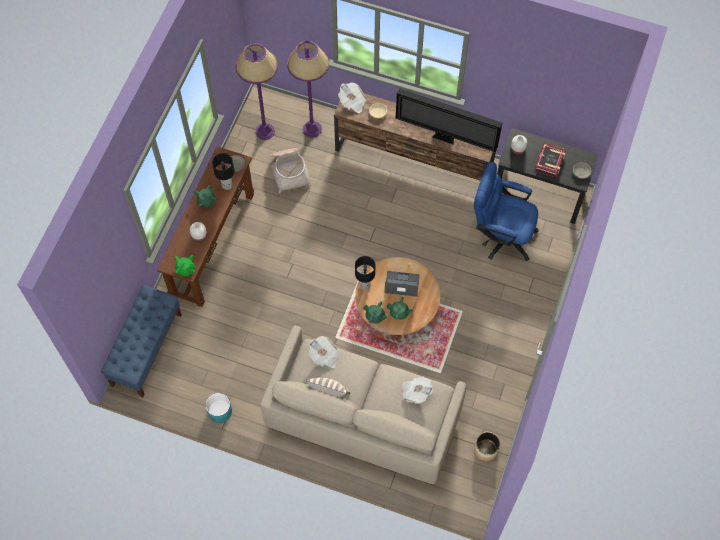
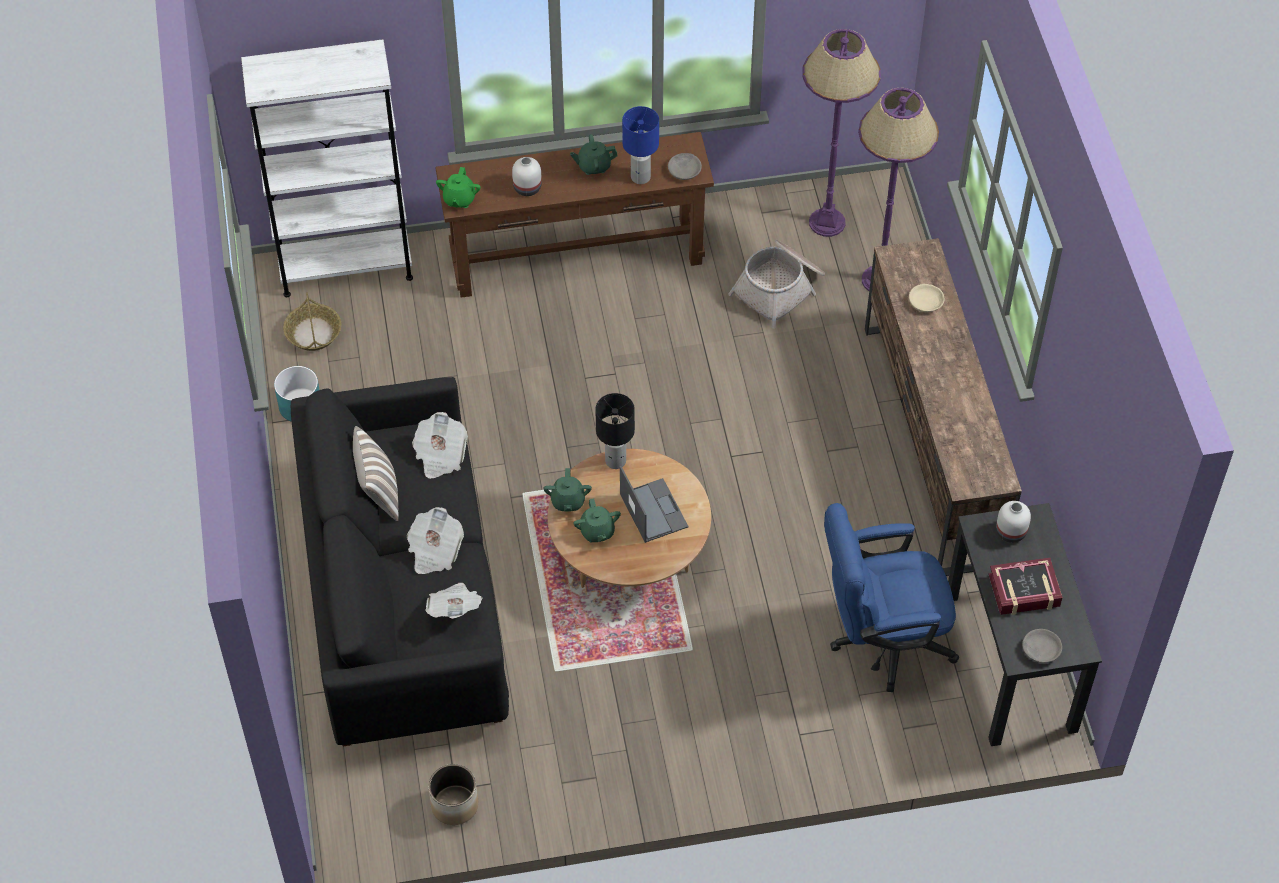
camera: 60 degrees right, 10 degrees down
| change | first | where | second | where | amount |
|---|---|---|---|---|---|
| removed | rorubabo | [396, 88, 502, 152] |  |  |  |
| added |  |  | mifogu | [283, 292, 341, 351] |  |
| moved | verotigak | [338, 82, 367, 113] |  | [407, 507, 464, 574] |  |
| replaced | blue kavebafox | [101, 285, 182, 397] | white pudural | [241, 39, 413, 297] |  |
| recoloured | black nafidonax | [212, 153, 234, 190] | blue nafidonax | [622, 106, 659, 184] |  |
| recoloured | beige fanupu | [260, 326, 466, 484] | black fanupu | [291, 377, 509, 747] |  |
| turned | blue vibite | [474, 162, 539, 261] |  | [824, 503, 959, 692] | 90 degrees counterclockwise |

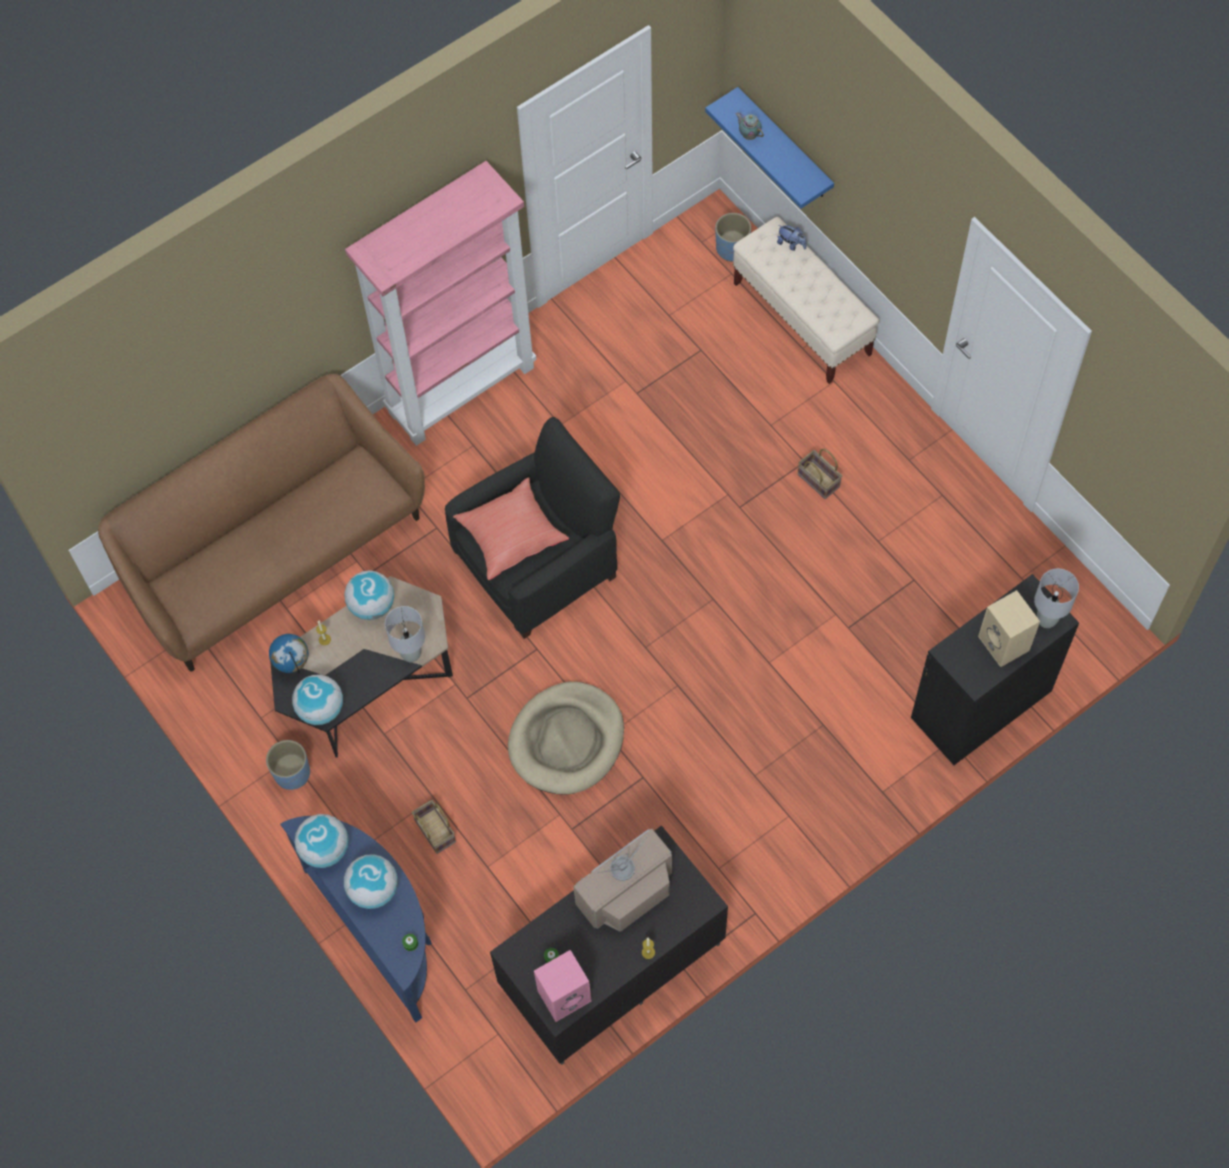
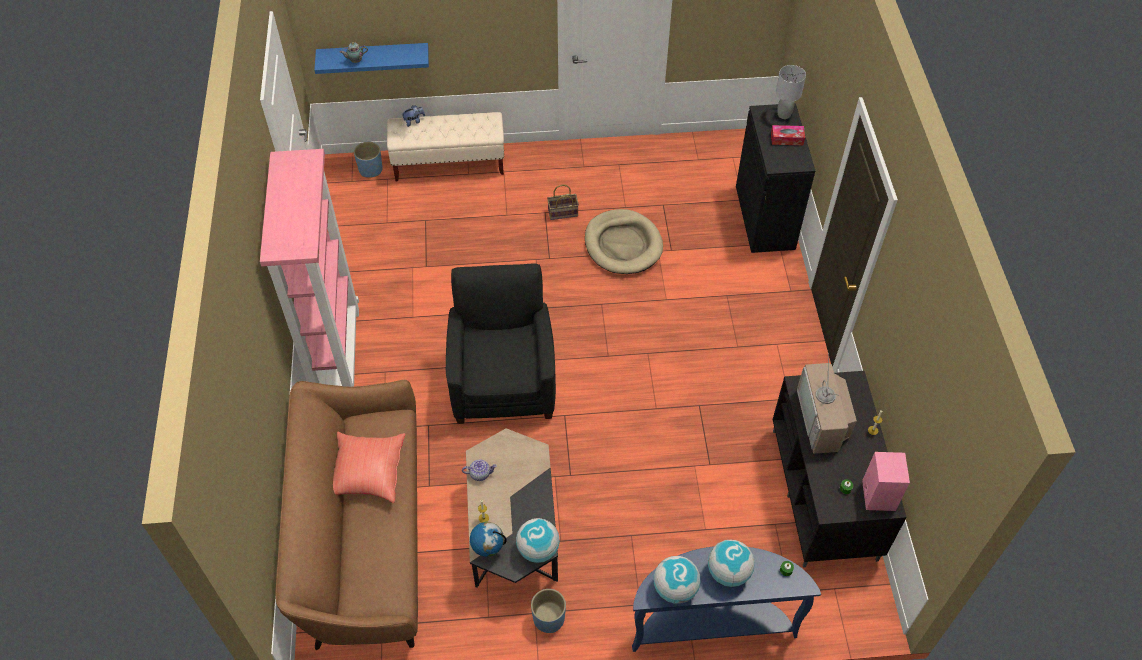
camera: 60 degrees left, 10 degrees down
| change | first | where | second | where | amount |
|---|---|---|---|---|---|
| removed | grey nafidonax | [385, 606, 425, 662] |  |  |  |
| removed | mifogu | [412, 800, 456, 854] |  |  |  |
| moved | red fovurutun | [453, 477, 569, 580] |  | [333, 432, 405, 503] |  |
| moved | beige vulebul | [508, 682, 624, 795] |  | [585, 209, 663, 274] |  |
| replaced | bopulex | [344, 570, 394, 620] | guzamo | [462, 460, 497, 481] |  |
| replaced | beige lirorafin | [978, 590, 1040, 667] | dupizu | [771, 125, 805, 145] |  |

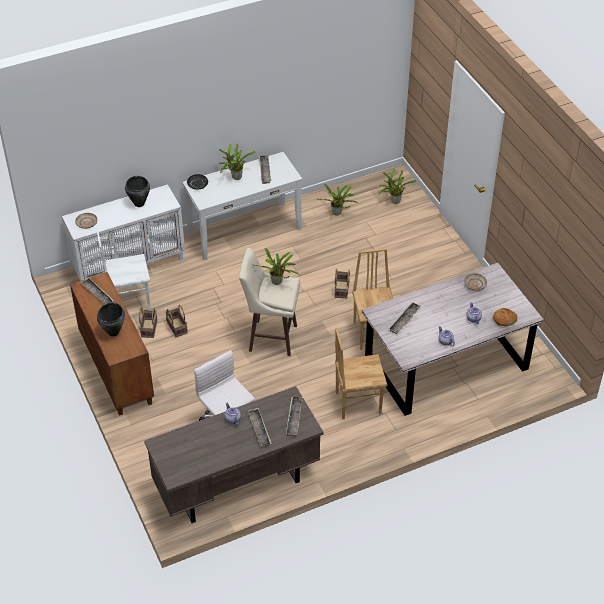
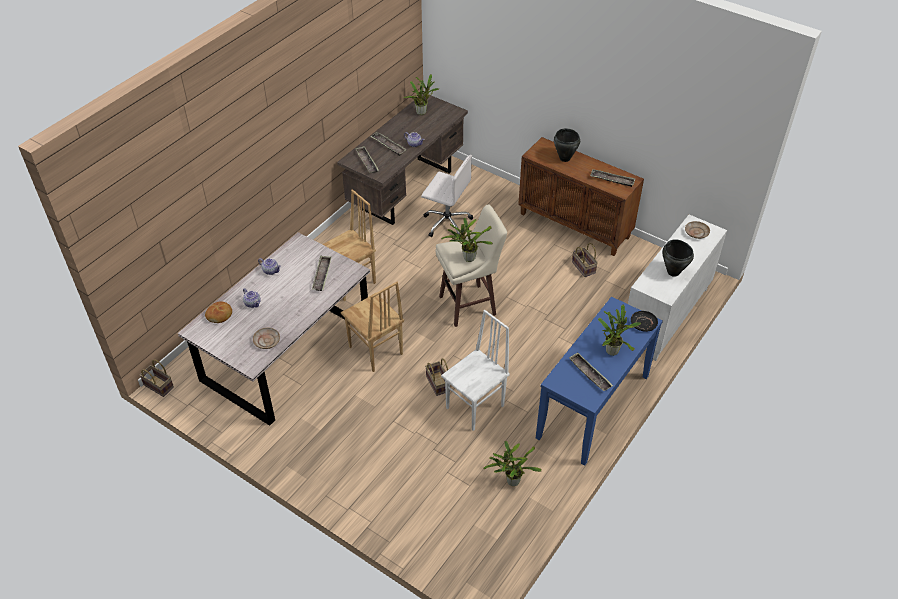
camera: 150 degrees right, 0 degrees up
| change | first | where | second | where | amount |
|---|---|---|---|---|---|
| moved | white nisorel | [96, 228, 151, 310] |  | [441, 310, 510, 431] |  |
| moved | mifogu | [165, 305, 188, 337] |  | [139, 360, 174, 397] |  |
| moved | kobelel | [379, 169, 417, 204] |  | [403, 74, 439, 115] |  |
| recoloured | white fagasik | [182, 152, 302, 261] | blue fagasik | [536, 297, 663, 466] |  |

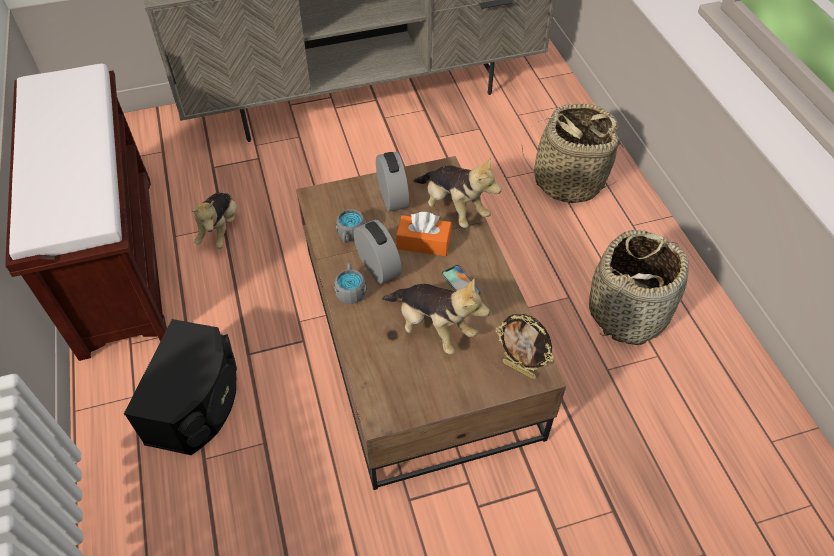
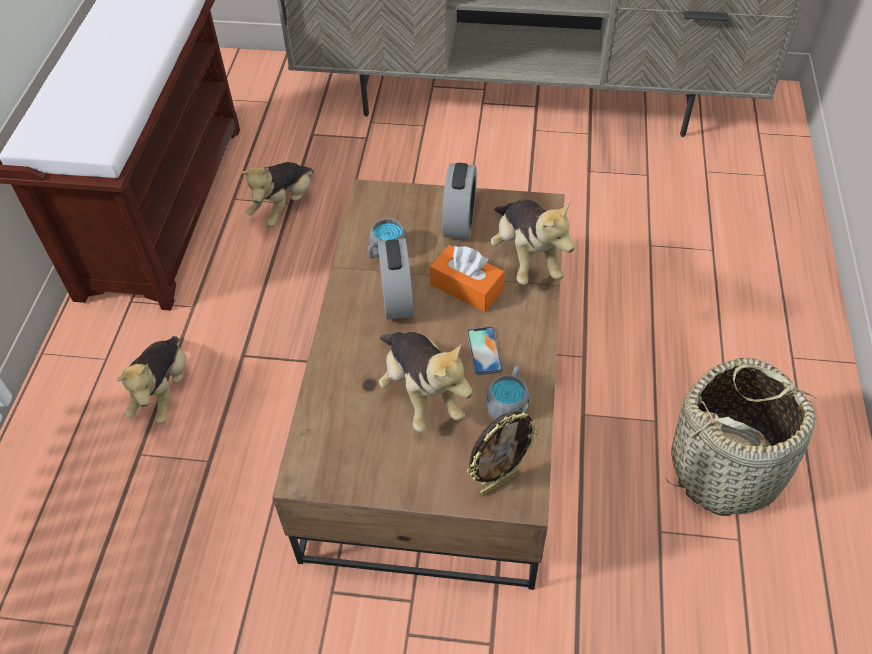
camera: 25 degrees right, 0 degrees up
| change | first | where | second | where | amount |
|---|---|---|---|---|---|
| removed | mifogu | [522, 103, 623, 203] |  |  |  |
| moved | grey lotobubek | [334, 262, 366, 304] |  | [486, 366, 529, 419] |  |
| replaced | black lirorafin | [124, 319, 237, 455] | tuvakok | [116, 336, 186, 424] |  |
| turned | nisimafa | [496, 314, 554, 379] |  | [467, 411, 540, 496] | 90 degrees counterclockwise |

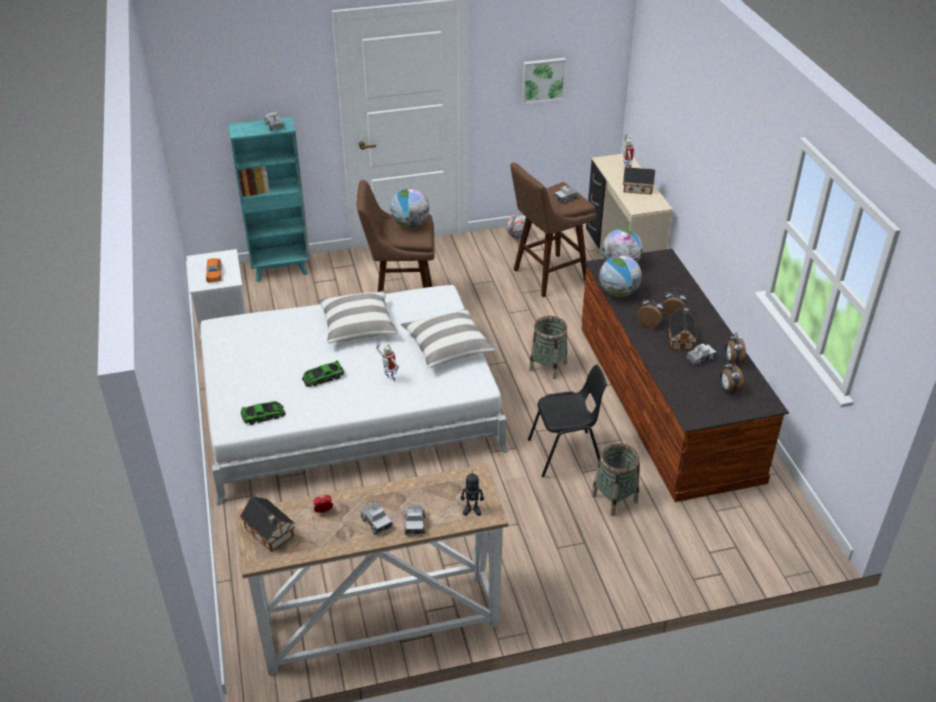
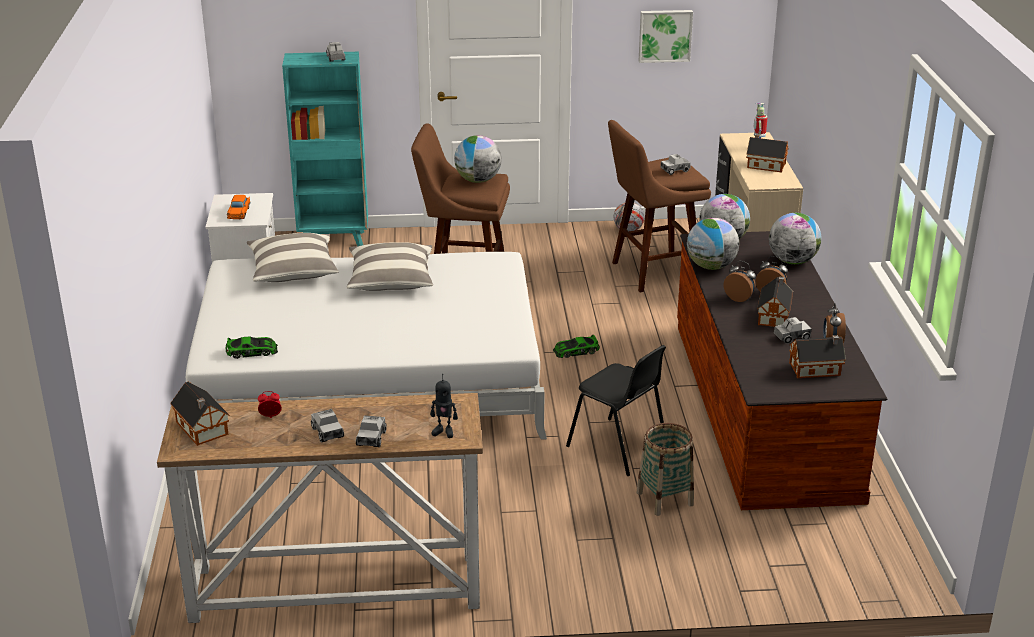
camera: 10 degrees right, 10 degrees down
| change | first | where | second | where | amount |
|---|---|---|---|---|---|
| removed | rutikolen | [376, 342, 399, 382] |  |  |  |
| removed | mifogu | [529, 316, 567, 379] |  |  |  |
| added |  |  | bopulex | [769, 213, 821, 264] |  |
| moved | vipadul | [302, 360, 344, 387] |  | [553, 335, 600, 358] |  |
| moved | fovurutun | [401, 308, 496, 368] |  | [247, 233, 339, 282] |  |
| replaced | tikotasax | [720, 361, 744, 395] | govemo | [789, 335, 846, 378] |  |
| turned | black nisorel | [528, 365, 607, 478] |  | [566, 345, 666, 476] | 45 degrees clockwise |

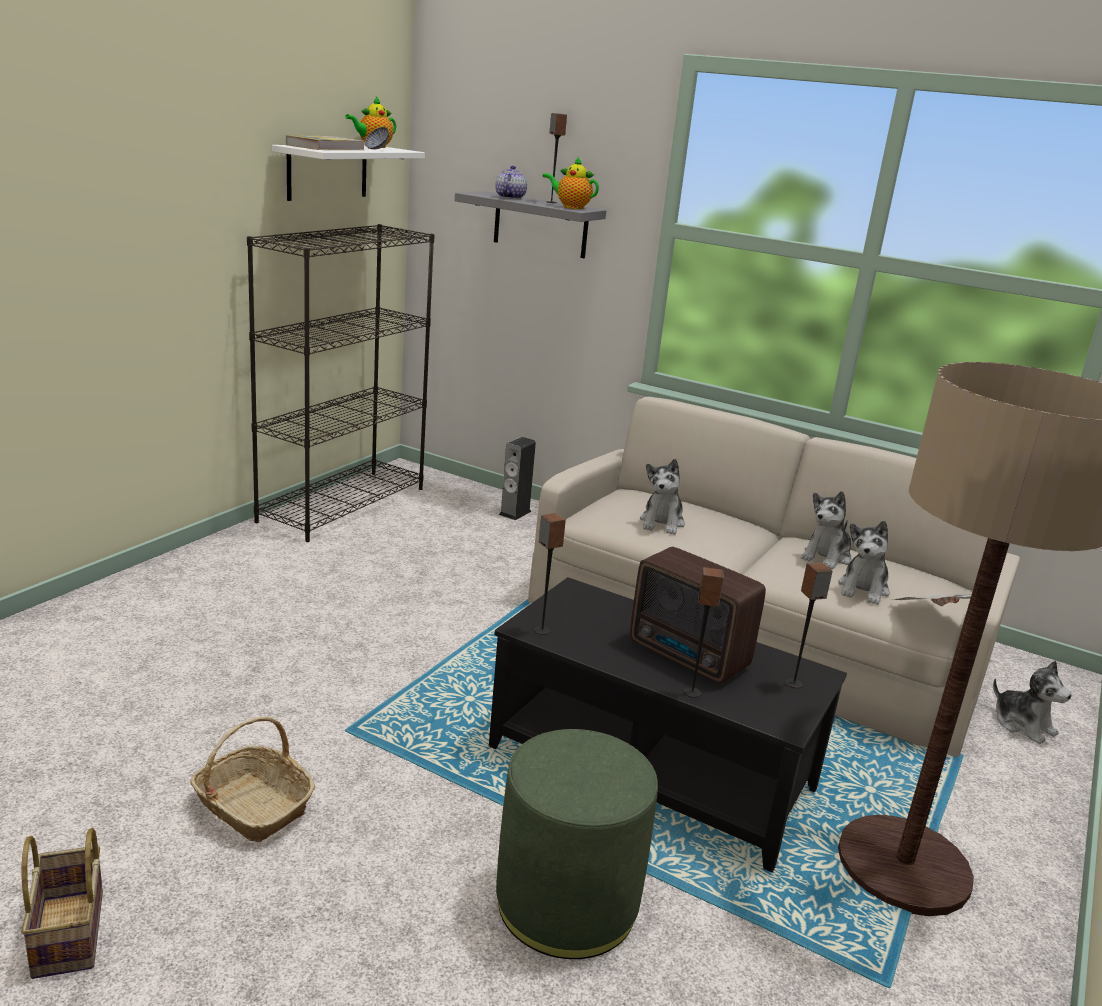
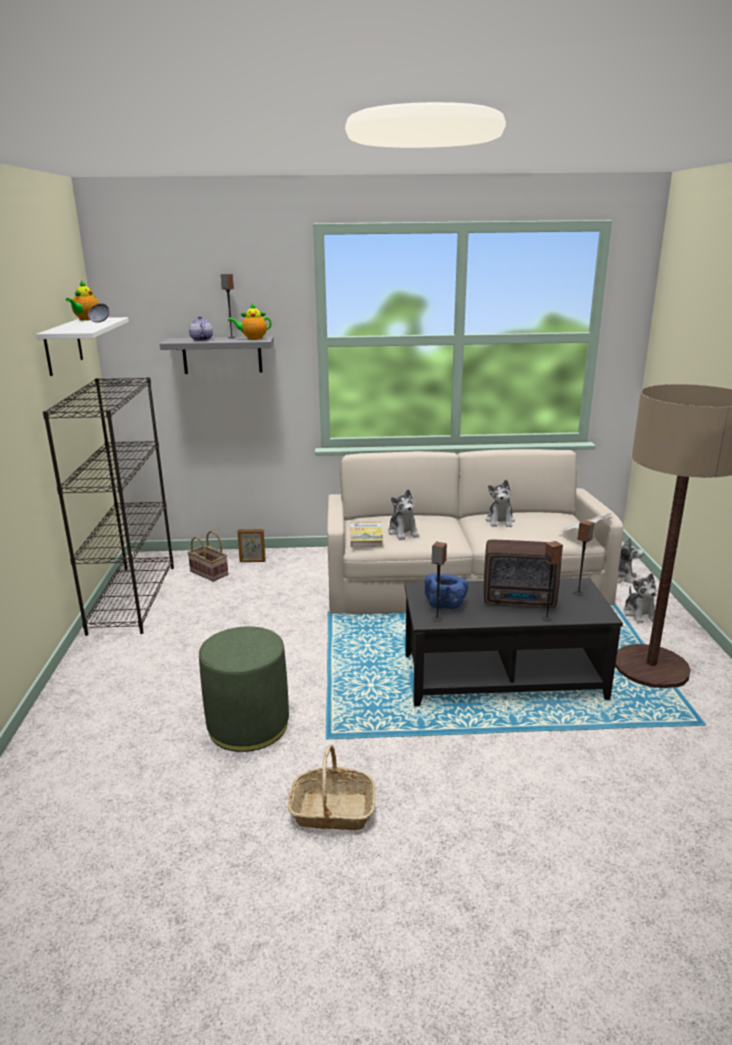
camera: 30 degrees left, 0 degrees up
| change | first | where | second | where | amount |
|---|---|---|---|---|---|
| added |  |  | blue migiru | [424, 573, 468, 609] |  |
| moved | mifogu | [21, 828, 103, 979] |  | [187, 531, 228, 581] |  |
| moved | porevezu | [286, 135, 364, 150] |  | [350, 522, 383, 547] |  |
| moved | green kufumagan | [496, 729, 658, 959] |  | [199, 626, 289, 752] |  |
| moved | tuvakok | [838, 521, 890, 605] |  | [623, 573, 657, 623] |  |
| replaced | lirorafin | [499, 437, 536, 520] | nisimafa | [237, 529, 266, 562] |  |

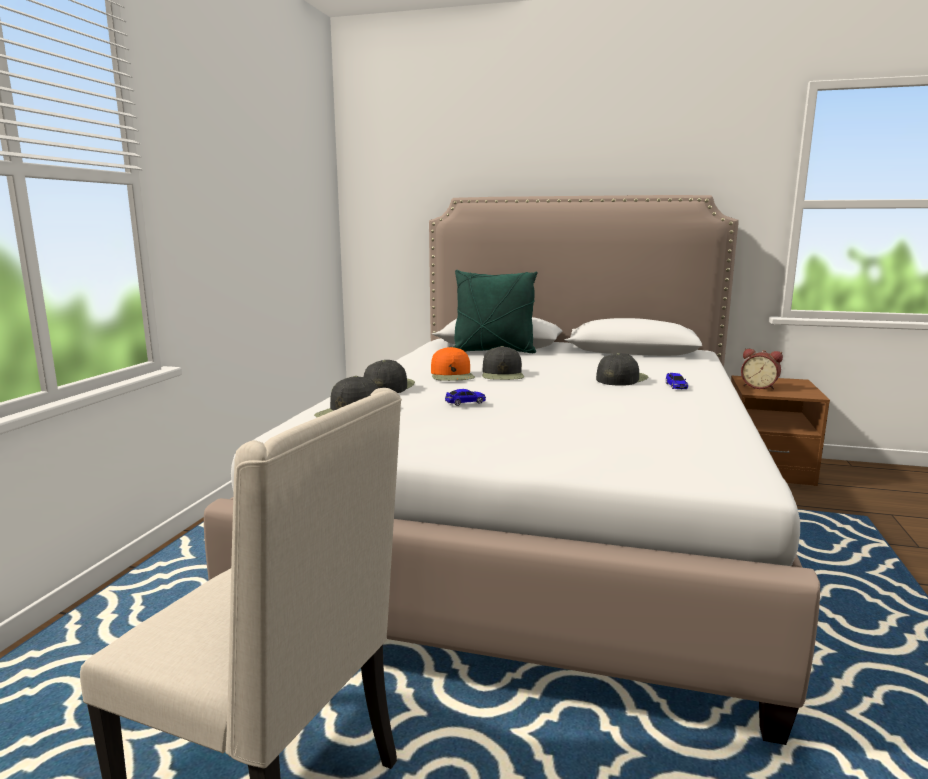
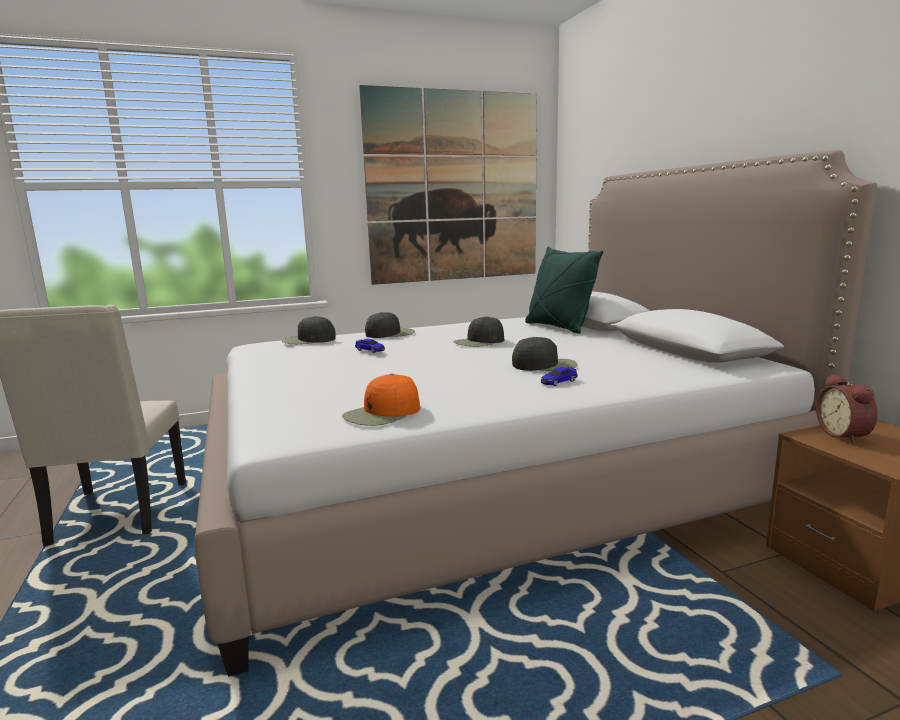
camera: 55 degrees right, 0 degrees up
| change | first | where | second | where | amount |
|---|---|---|---|---|---|
| added |  |  | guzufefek | [359, 85, 537, 285] |  |
| moved | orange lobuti | [431, 347, 475, 381] |  | [342, 374, 420, 426] |  |

